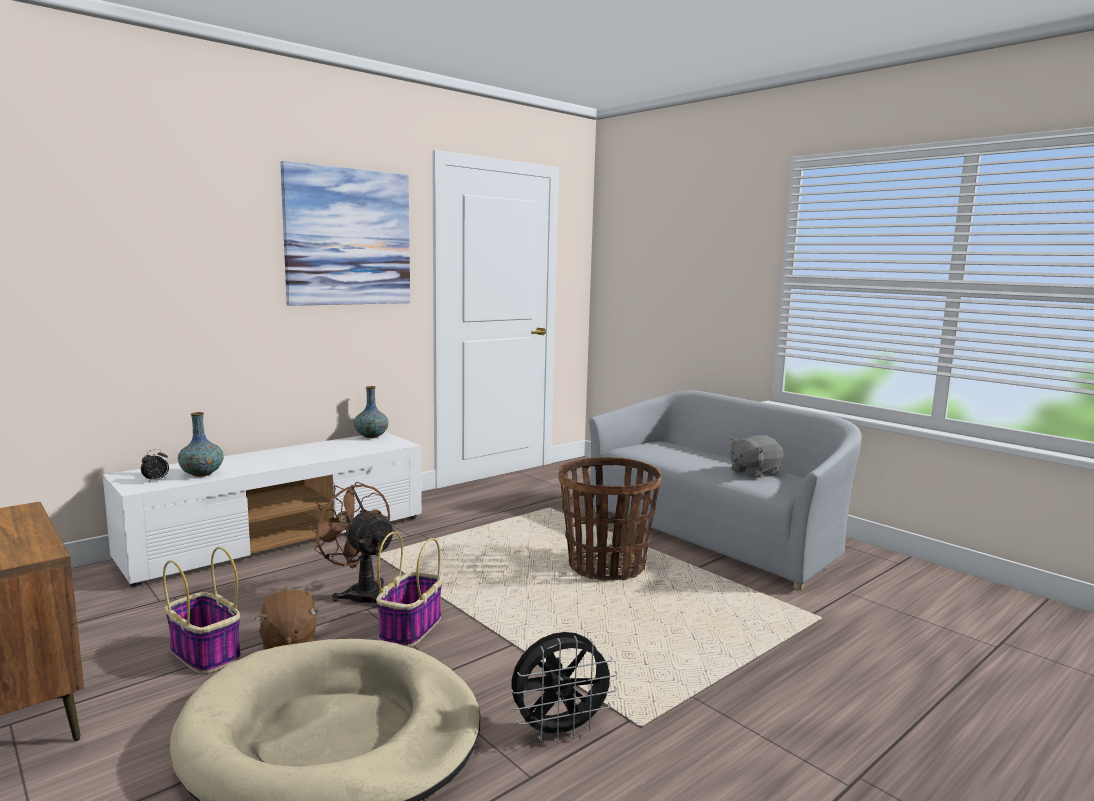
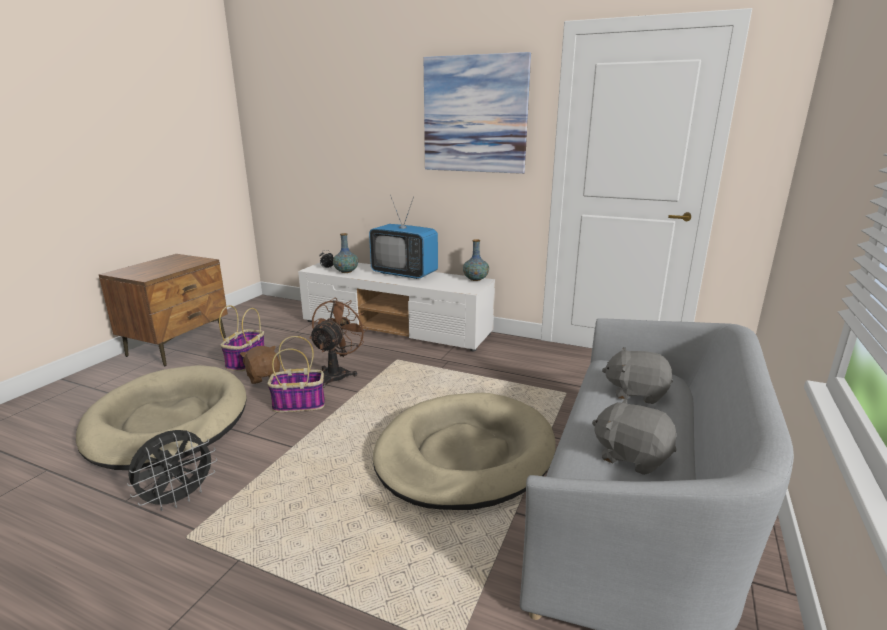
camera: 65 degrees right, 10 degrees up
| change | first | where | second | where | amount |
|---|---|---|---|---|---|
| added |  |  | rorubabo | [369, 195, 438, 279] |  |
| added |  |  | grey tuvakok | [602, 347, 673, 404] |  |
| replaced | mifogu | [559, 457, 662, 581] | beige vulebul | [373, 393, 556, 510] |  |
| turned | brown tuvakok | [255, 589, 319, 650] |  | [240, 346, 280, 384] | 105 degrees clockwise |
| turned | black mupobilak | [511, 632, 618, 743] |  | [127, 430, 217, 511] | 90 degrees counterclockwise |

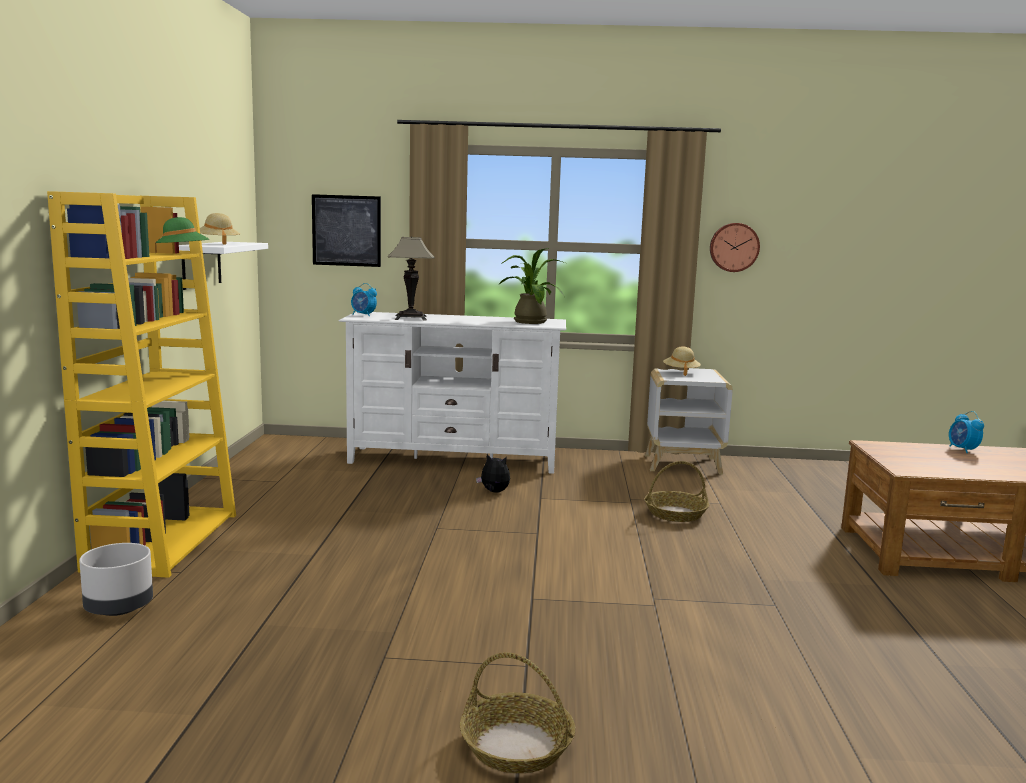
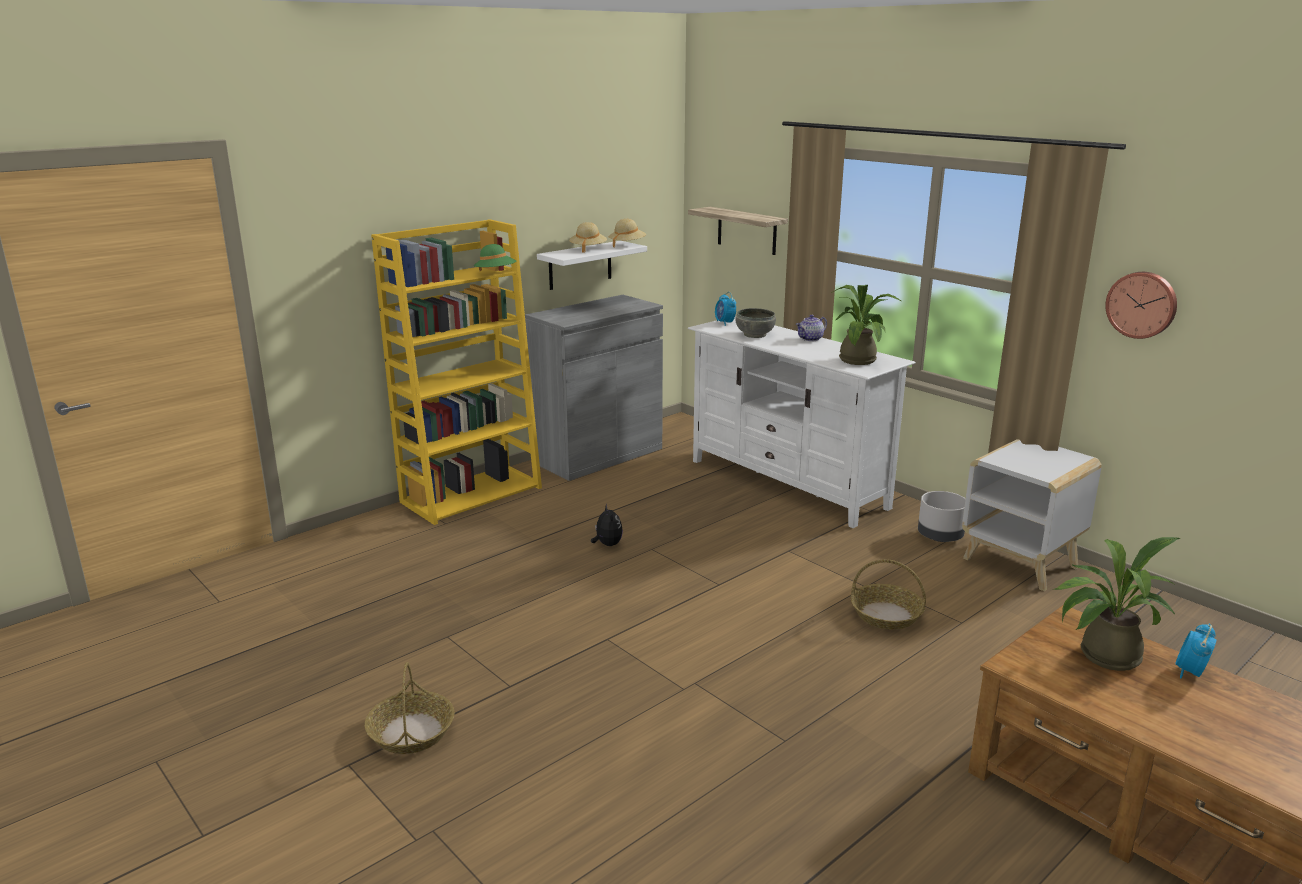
camera: 45 degrees right, 10 degrees up
| change | first | where | second | where | amount |
|---|---|---|---|---|---|
| added |  |  | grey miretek | [525, 295, 663, 481] |  |
| added |  |  | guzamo | [796, 315, 827, 341] |  |
| added |  |  | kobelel | [1053, 537, 1181, 671] |  |
| moved | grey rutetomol | [79, 543, 153, 616] |  | [918, 491, 965, 542] |  |
| moved | tuvakok | [476, 454, 510, 493] |  | [591, 504, 623, 546] |  |
| moved | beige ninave | [663, 347, 701, 376] |  | [609, 219, 646, 248] |  |
| replaced | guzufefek | [312, 194, 381, 267] | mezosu | [688, 207, 788, 255] |  |
| replaced | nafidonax | [388, 236, 435, 321] | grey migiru | [735, 308, 776, 338] |  |

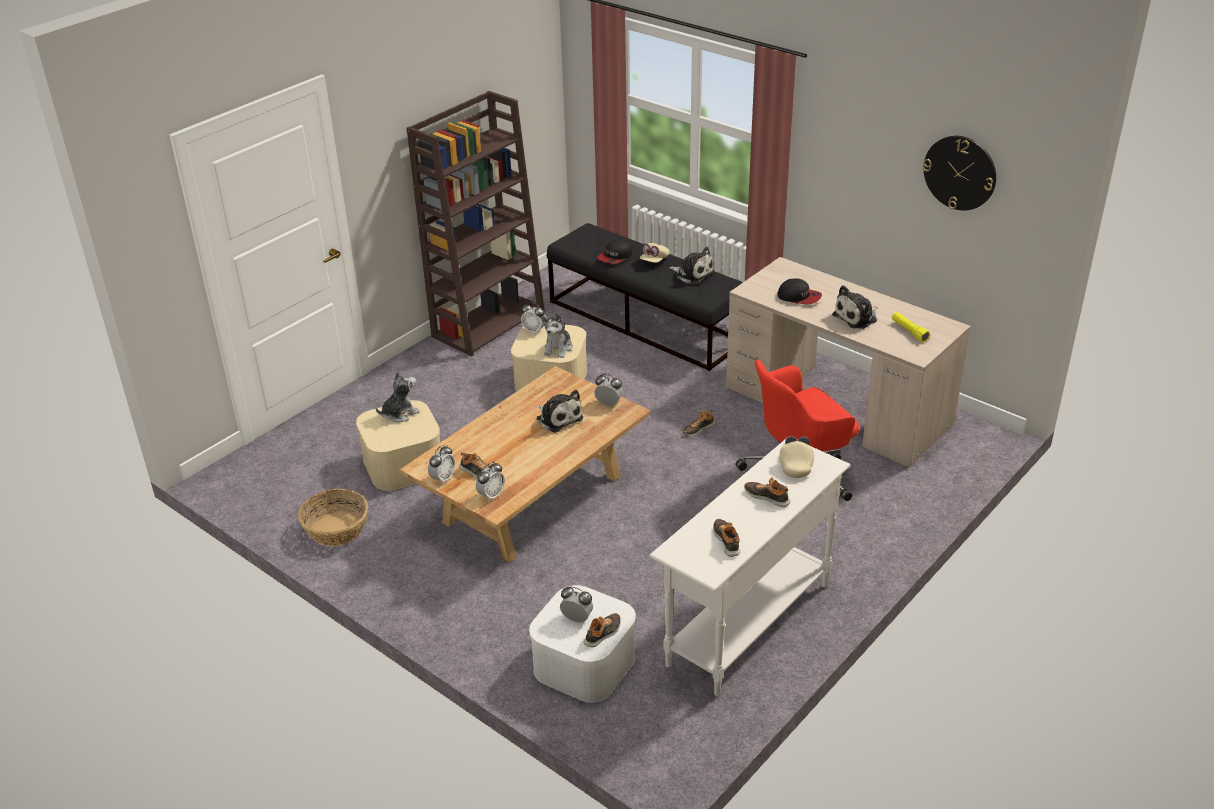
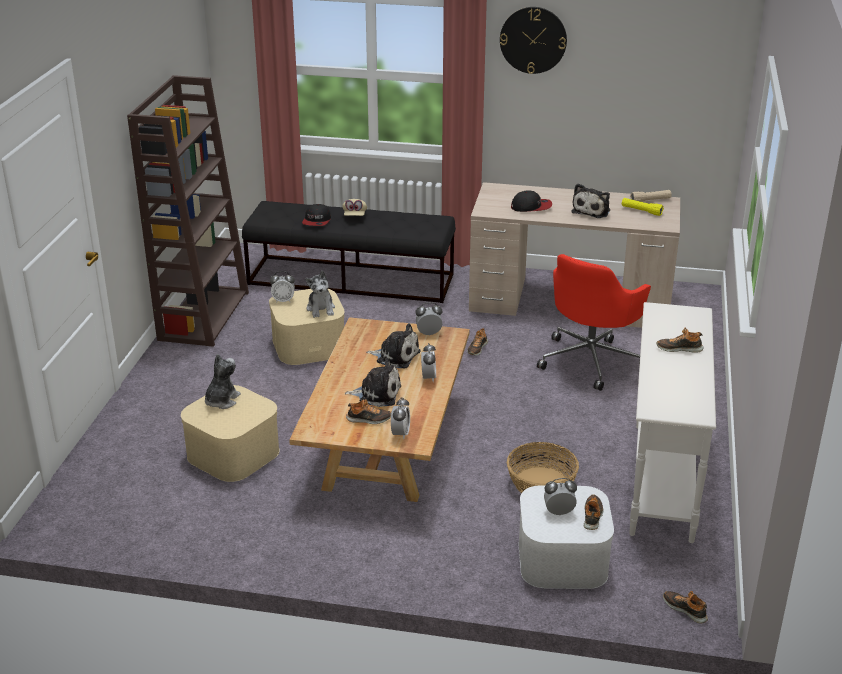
camera: 30 degrees left, 5 degrees down
| change | first | where | second | where | amount |
|---|---|---|---|---|---|
| removed | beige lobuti | [779, 436, 814, 478] |  |  |  |
| added |  |  | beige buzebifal | [630, 190, 672, 202] |  |
| moved | mifogu | [298, 489, 368, 546] |  | [507, 442, 579, 493] |  |
| moved | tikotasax | [428, 445, 455, 484] |  | [421, 343, 436, 382] |  |
| moved | tuvakok | [669, 247, 714, 284] |  | [345, 358, 401, 407] |  |
| moved | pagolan | [713, 519, 740, 557] |  | [663, 591, 708, 624] |  |
| moved | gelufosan | [923, 136, 996, 211] |  | [500, 7, 567, 74] |  |

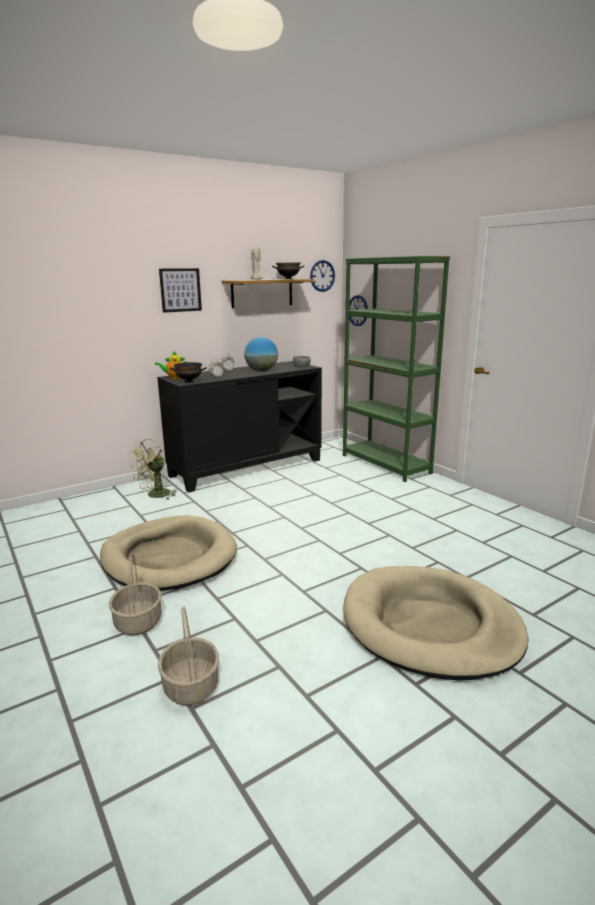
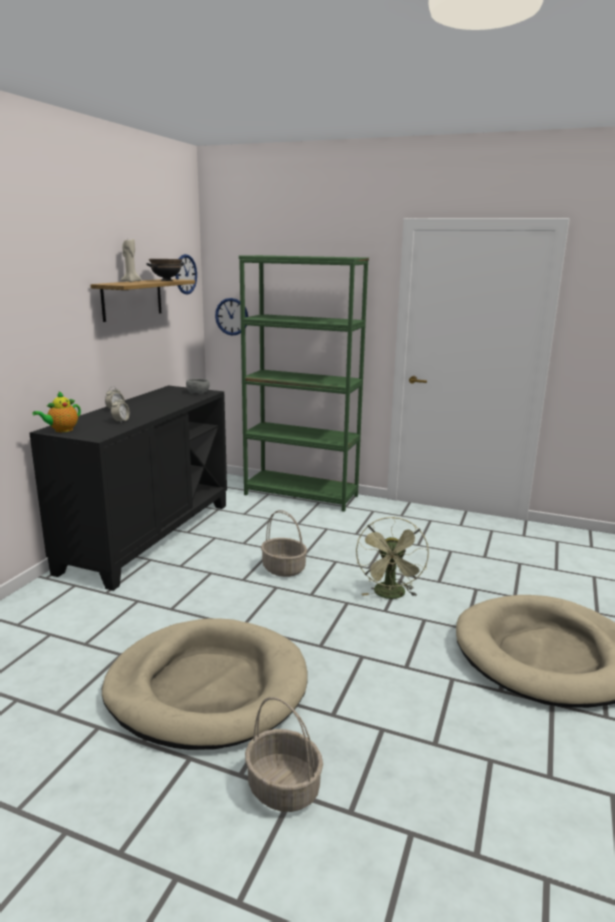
camera: 35 degrees left, 0 degrees up
| change | first | where | second | where | amount |
|---|---|---|---|---|---|
| removed | guzufefek | [159, 268, 202, 313] |  |  |  |
| removed | black migiru | [170, 362, 207, 383] |  |  |  |
| removed | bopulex | [244, 337, 278, 372] |  |  |  |
| moved | green mupobilak | [129, 439, 178, 499] |  | [356, 517, 429, 599] |  |
| moved | mifogu | [158, 606, 219, 706] |  | [261, 510, 307, 577] |  |

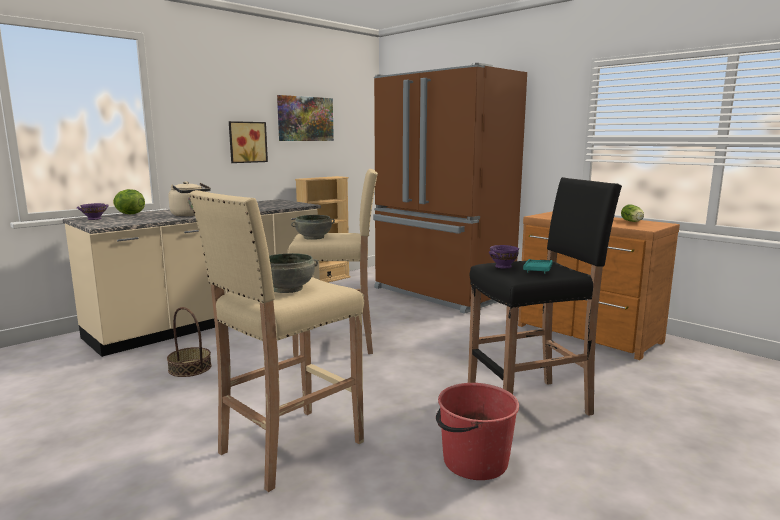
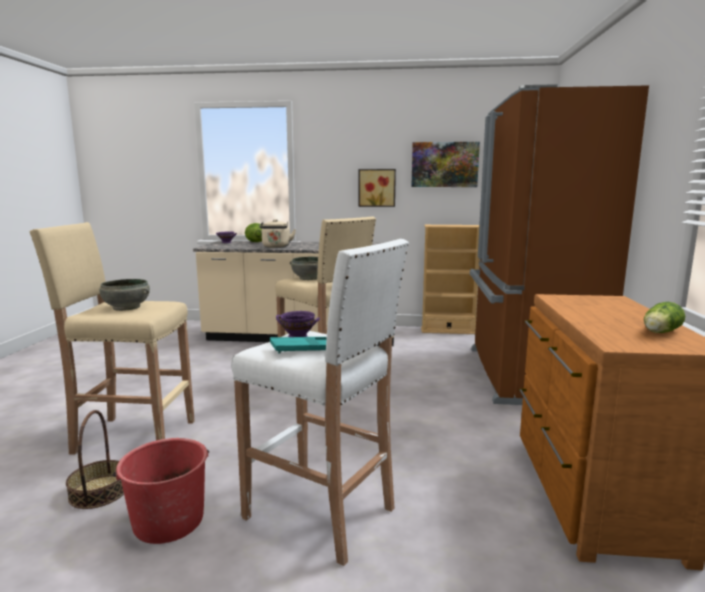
camera: 50 degrees right, 0 degrees up
| change | first | where | second | where | amount |
|---|---|---|---|---|---|
| moved | mifogu | [167, 307, 212, 377] |  | [66, 410, 124, 509] |  |
| recoloured | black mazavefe | [468, 177, 622, 416] | white mazavefe | [231, 239, 409, 566] |  |

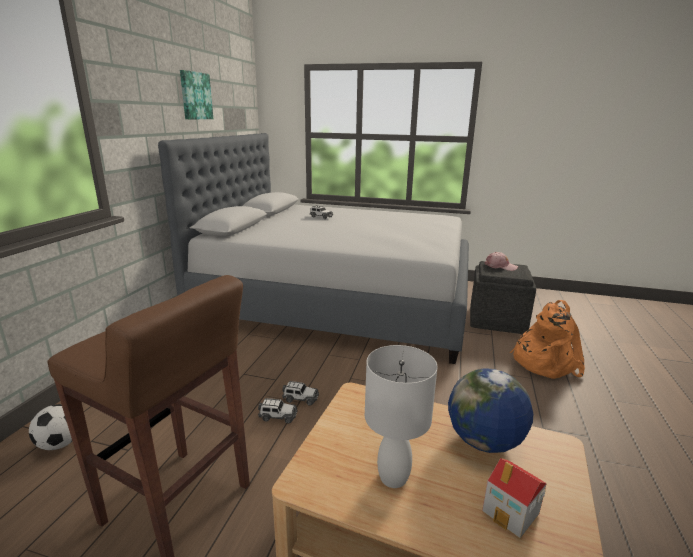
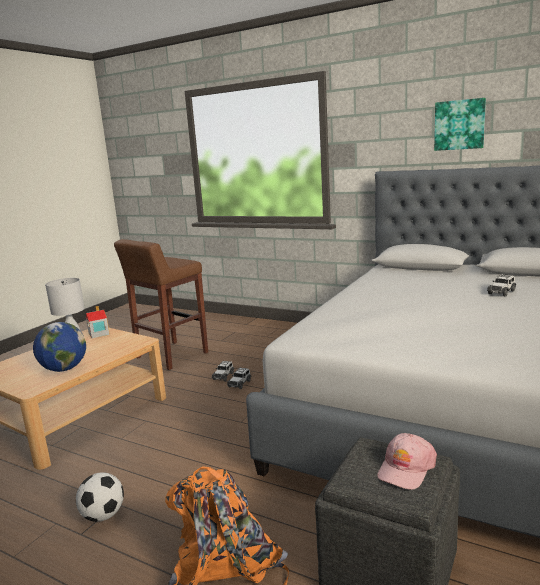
camera: 105 degrees right, 5 degrees down
| change | first | where | second | where | amount |
|---|---|---|---|---|---|
| moved | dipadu | [29, 404, 72, 450] |  | [76, 472, 124, 522] |  |
| moved | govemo | [482, 458, 547, 538] |  | [86, 306, 110, 338] |  |

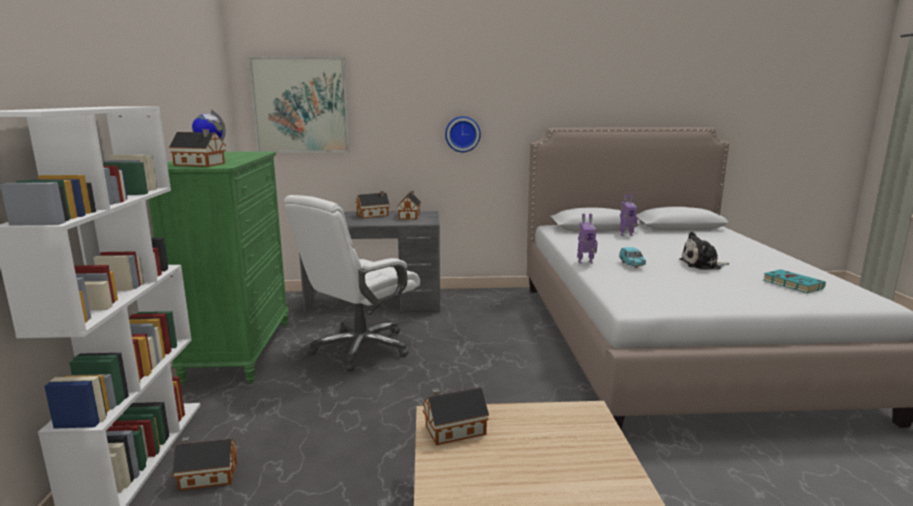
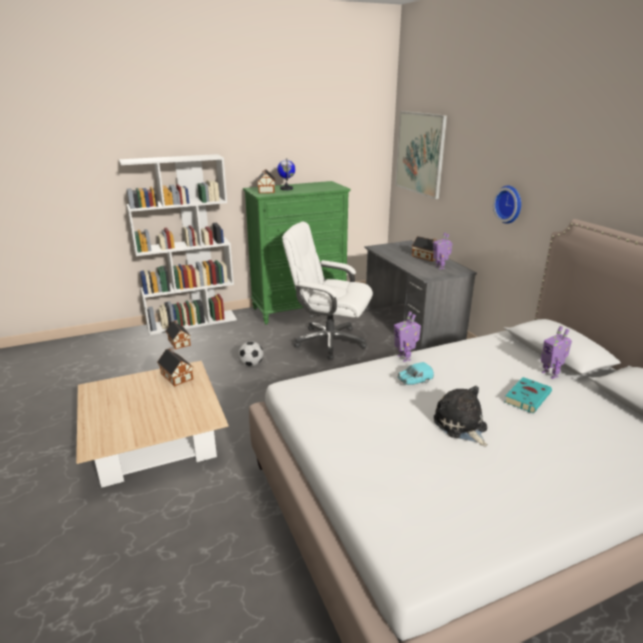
camera: 70 degrees right, 10 degrees up
| change | first | where | second | where | amount |
|---|---|---|---|---|---|
| added |  |  | dipadu | [238, 341, 263, 366] |  |
| moved | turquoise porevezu | [763, 269, 826, 293] |  | [504, 377, 552, 413] |  |
| replaced | govemo | [397, 191, 421, 219] | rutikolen | [433, 233, 453, 269] |  |

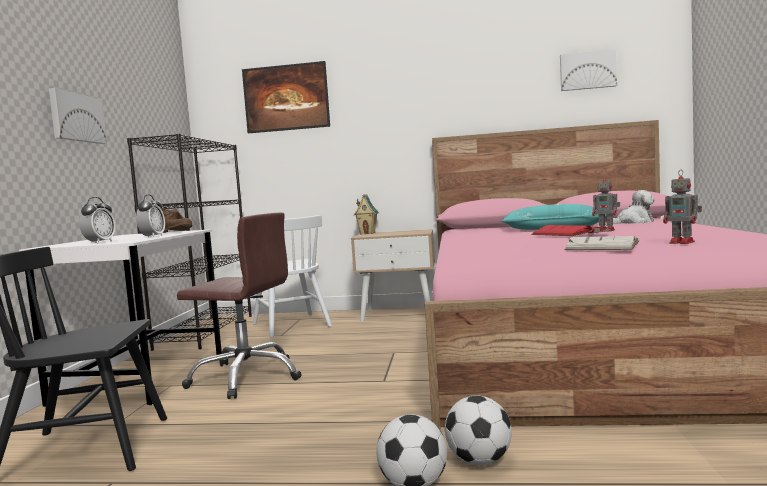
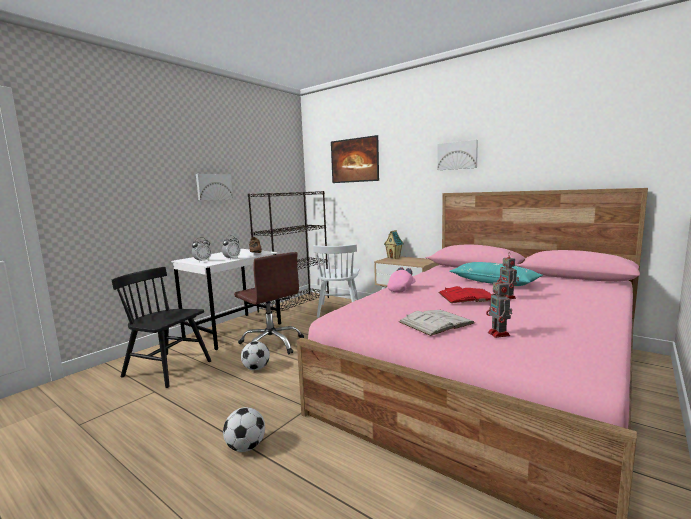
camera: 30 degrees right, 5 degrees up
| change | first | where | second | where | amount |
|---|---|---|---|---|---|
| removed | tuvakok | [606, 190, 655, 224] |  |  |  |
| added |  |  | pink lobuti | [387, 267, 416, 293] |  |
| moved | dipadu | [445, 395, 512, 465] |  | [241, 341, 270, 370] |  |
| moved | guzufefek | [560, 49, 617, 91] |  | [437, 140, 478, 170] |  |

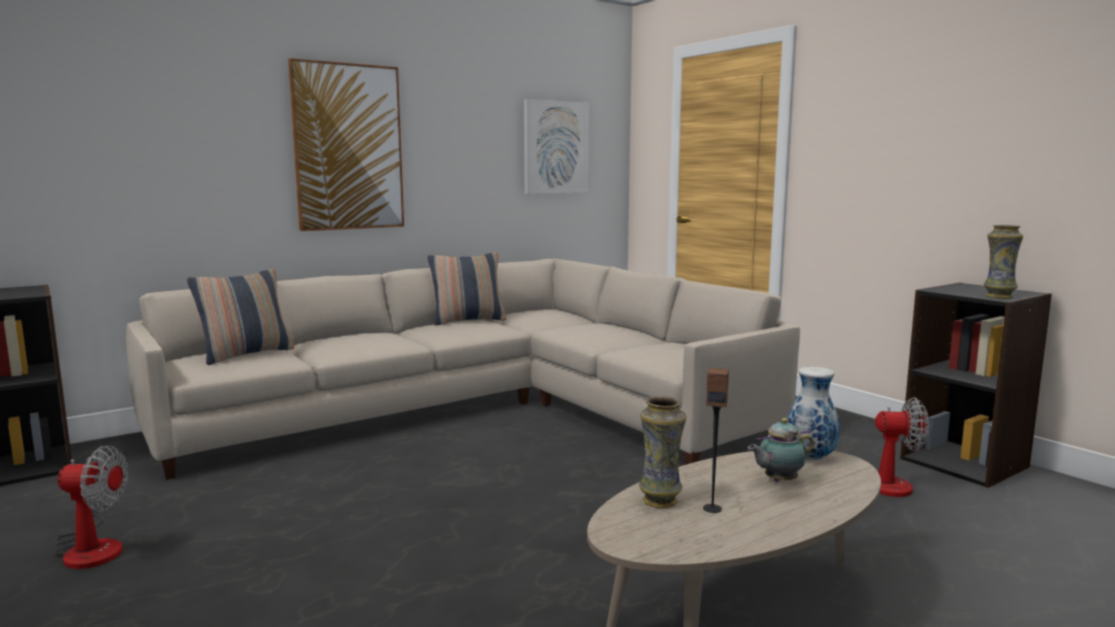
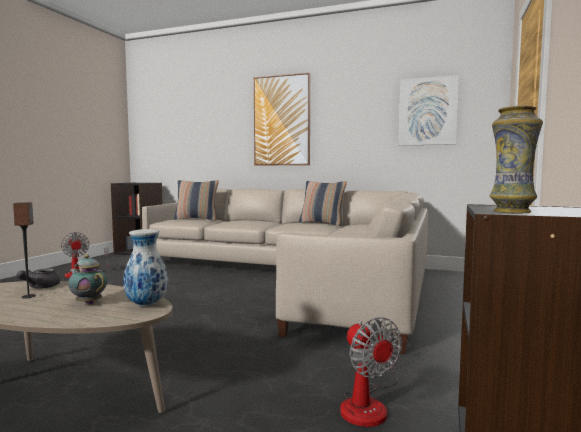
camera: 55 degrees right, 5 degrees down
| change | first | where | second | where | amount |
|---|---|---|---|---|---|
| replaced | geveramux | [639, 396, 687, 508] | grey guzamo | [17, 268, 60, 289] |  |

